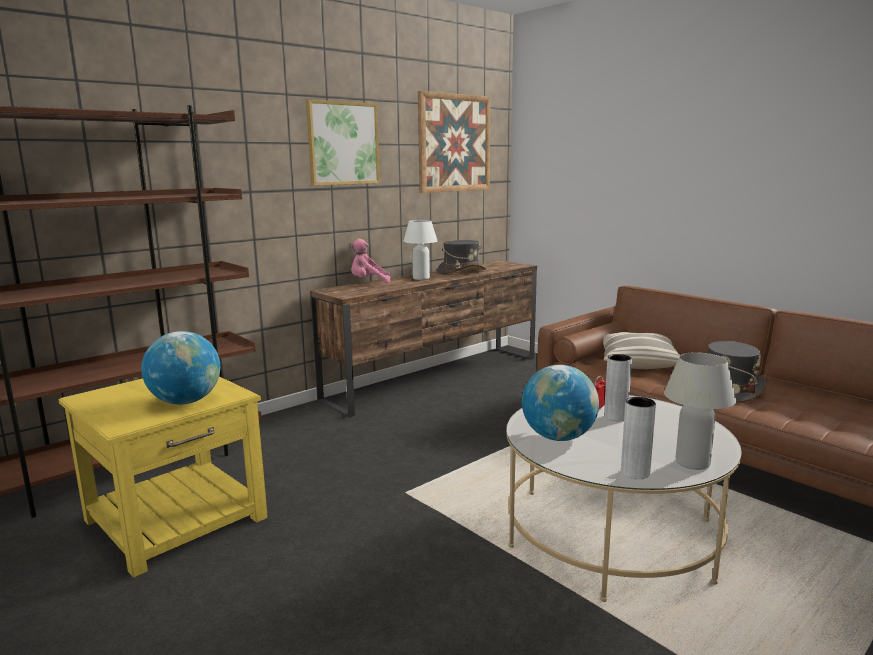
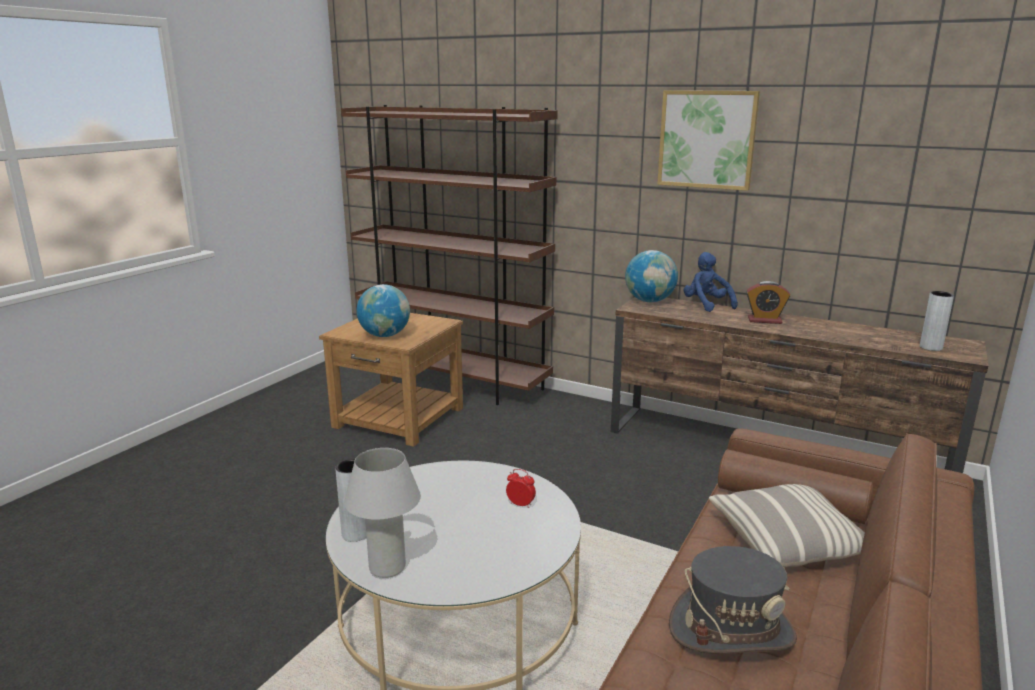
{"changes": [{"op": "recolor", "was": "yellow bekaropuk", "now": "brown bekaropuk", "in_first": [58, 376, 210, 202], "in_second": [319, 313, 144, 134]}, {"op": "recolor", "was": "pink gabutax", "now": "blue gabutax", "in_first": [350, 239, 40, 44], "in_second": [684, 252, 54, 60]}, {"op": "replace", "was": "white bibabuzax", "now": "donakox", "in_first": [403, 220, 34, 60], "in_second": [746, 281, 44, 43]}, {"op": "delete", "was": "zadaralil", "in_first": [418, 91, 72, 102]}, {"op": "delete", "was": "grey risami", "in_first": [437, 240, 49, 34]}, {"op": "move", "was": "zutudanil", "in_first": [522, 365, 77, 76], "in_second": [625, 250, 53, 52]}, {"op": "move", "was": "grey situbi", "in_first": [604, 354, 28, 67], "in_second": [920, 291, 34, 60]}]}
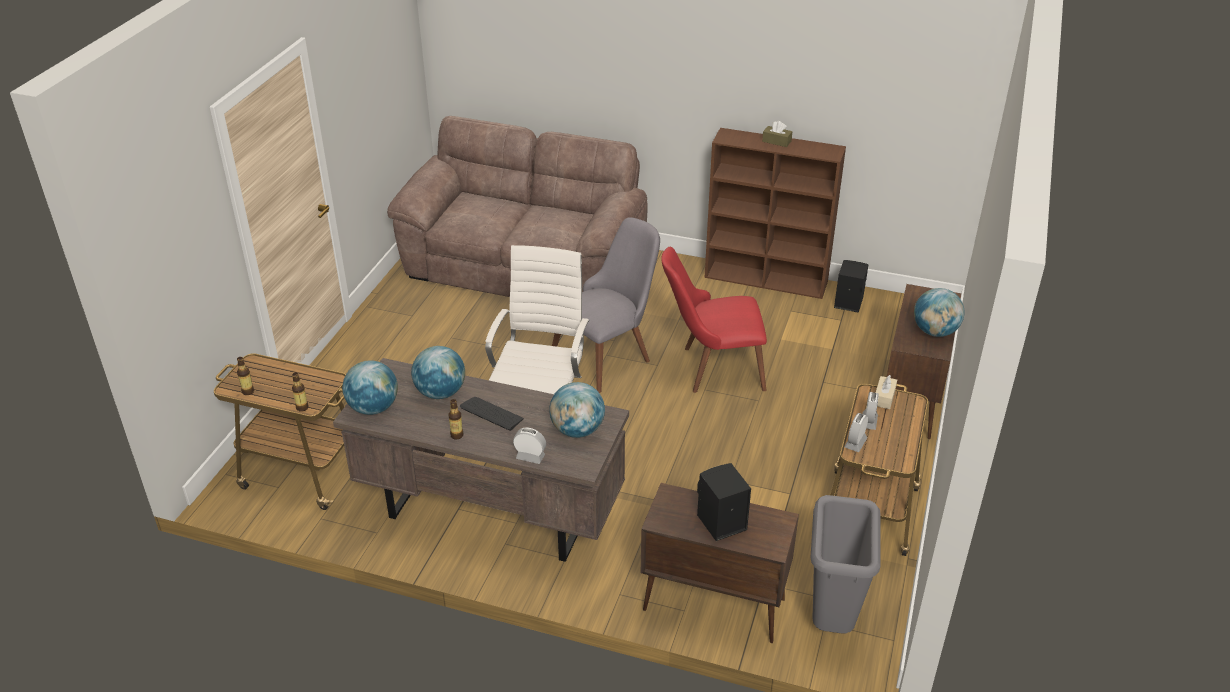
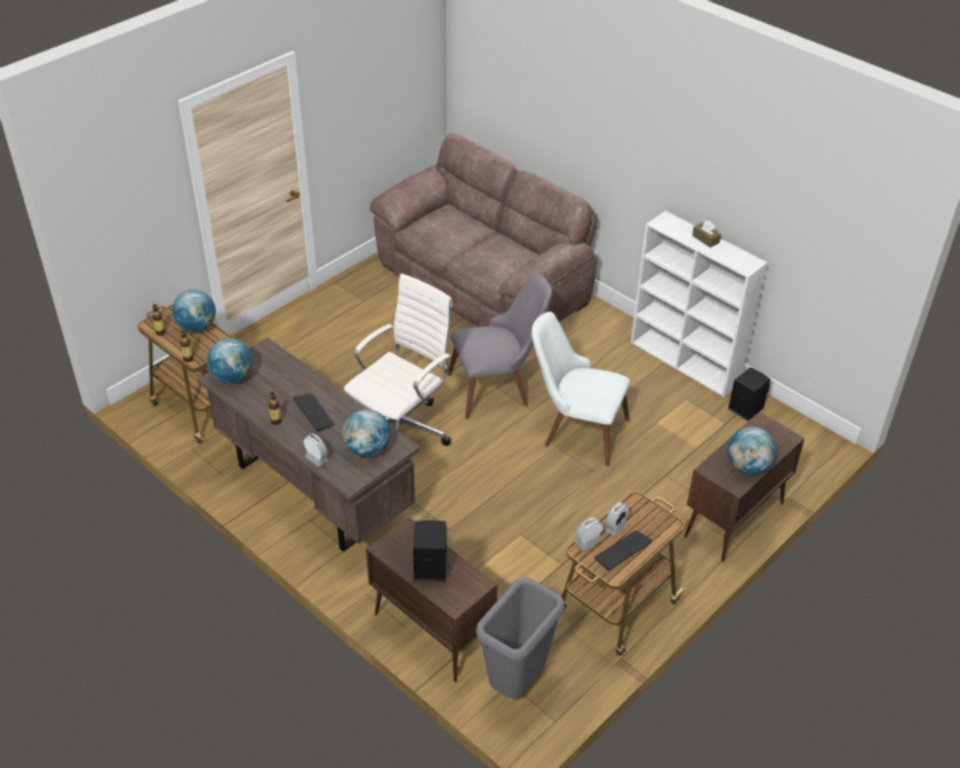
{"changes": [{"op": "move", "was": "zutudanil", "in_first": [411, 346, 54, 53], "in_second": [172, 289, 44, 43]}, {"op": "recolor", "was": "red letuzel", "now": "white letuzel", "in_first": [661, 247, 106, 146], "in_second": [532, 312, 98, 154]}, {"op": "recolor", "was": "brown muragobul", "now": "white muragobul", "in_first": [705, 128, 141, 171], "in_second": [631, 211, 137, 186]}, {"op": "delete", "was": "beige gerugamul", "in_first": [876, 375, 21, 34]}, {"op": "insert", "now": "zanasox", "in_second": [594, 531, 58, 39]}]}
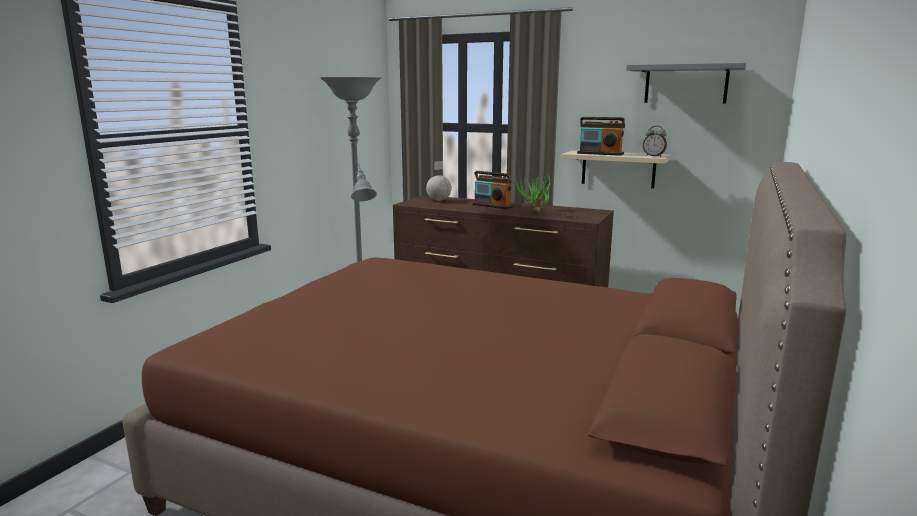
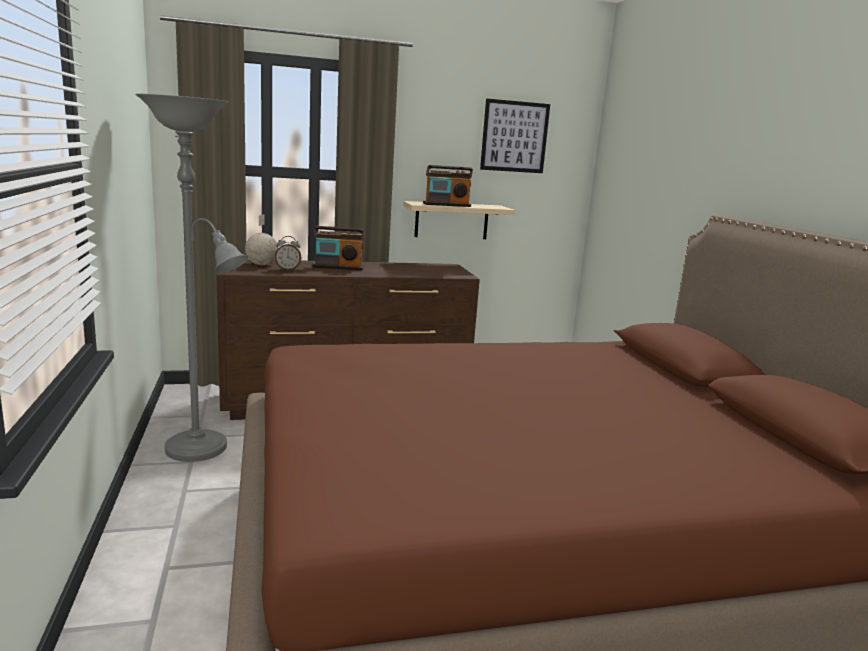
{"changes": [{"op": "delete", "was": "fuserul", "in_first": [515, 172, 37, 40]}, {"op": "replace", "was": "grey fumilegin", "now": "zadaralil", "in_first": [626, 63, 120, 40], "in_second": [480, 99, 70, 74]}, {"op": "move", "was": "donakox", "in_first": [643, 126, 24, 31], "in_second": [275, 236, 27, 34]}]}
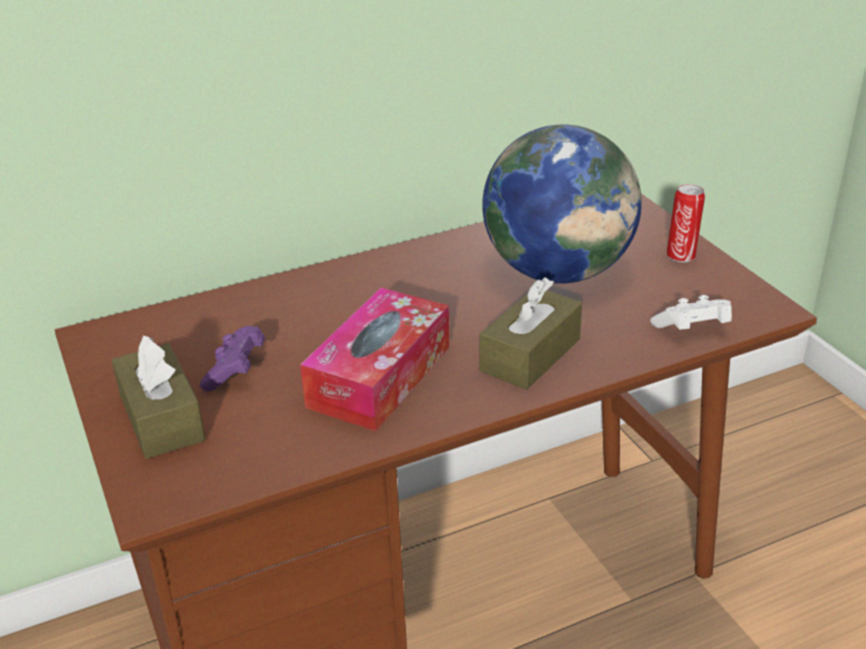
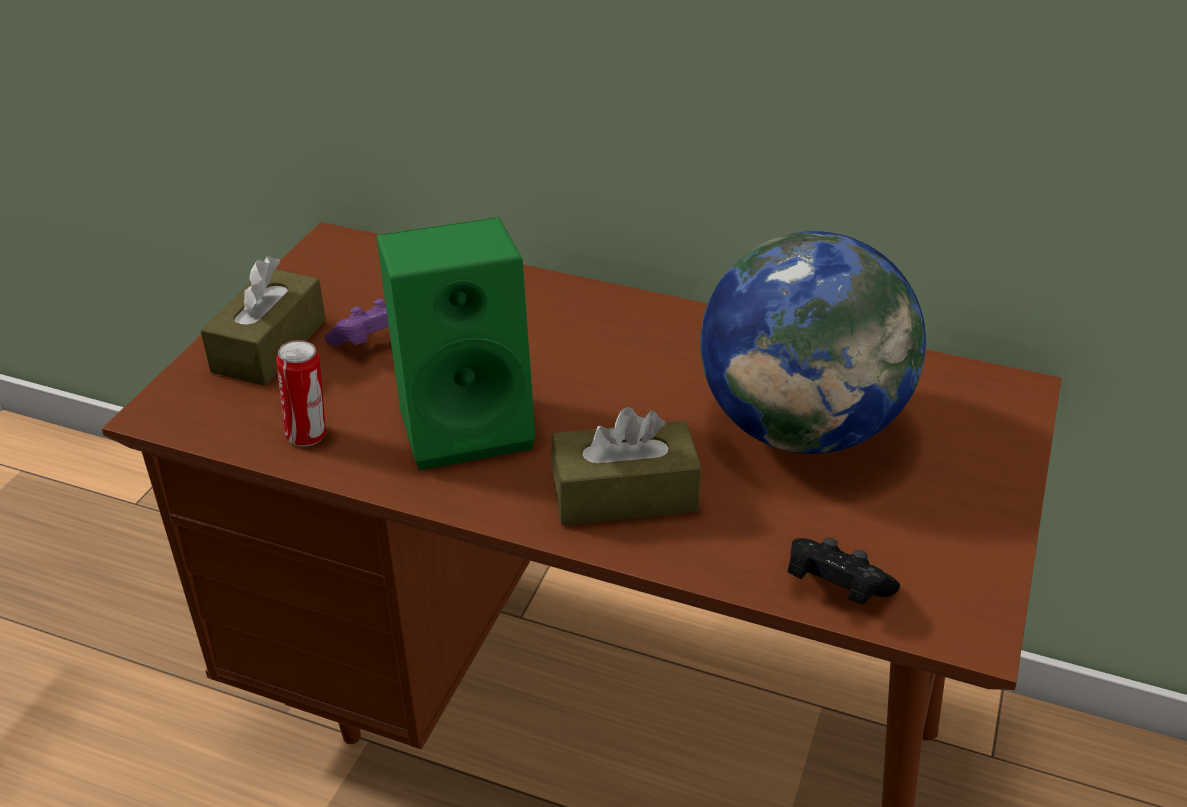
{"changes": [{"op": "replace", "was": "gerugamul", "now": "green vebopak", "in_first": [300, 288, 150, 143], "in_second": [376, 217, 159, 253]}, {"op": "recolor", "was": "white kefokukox", "now": "black kefokukox", "in_first": [651, 295, 81, 35], "in_second": [787, 538, 113, 67]}, {"op": "move", "was": "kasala", "in_first": [667, 184, 38, 78], "in_second": [276, 340, 50, 106]}]}
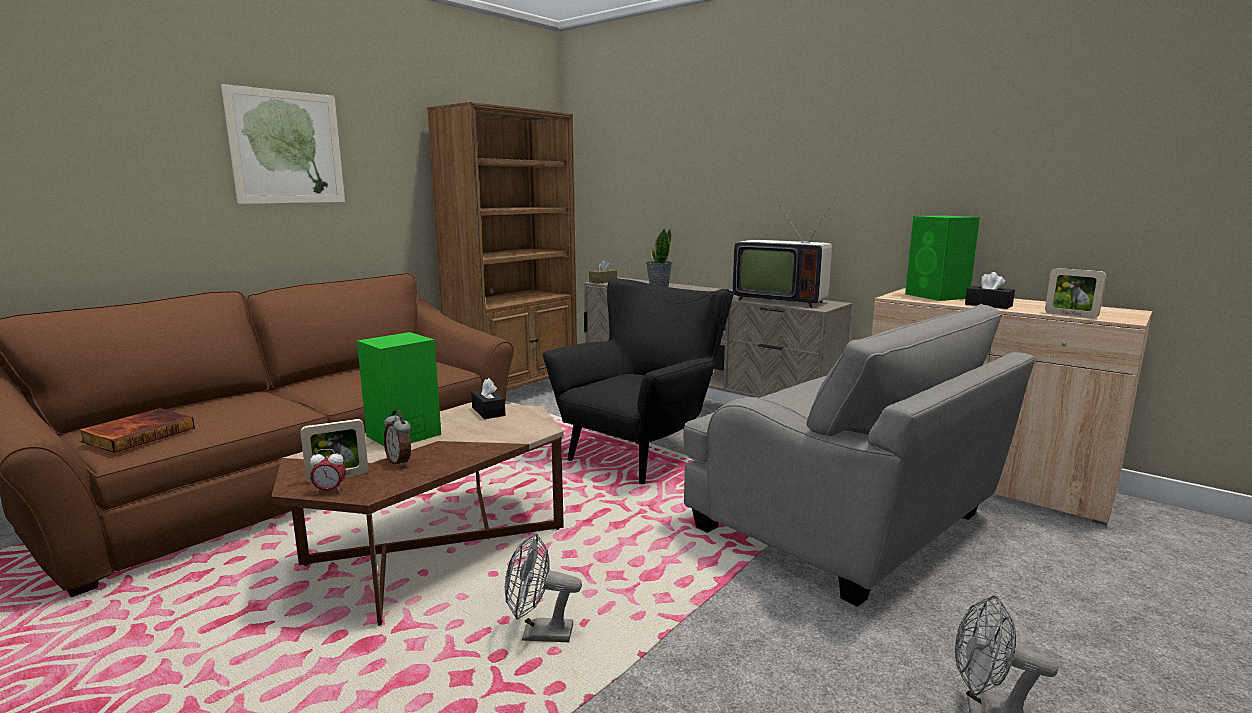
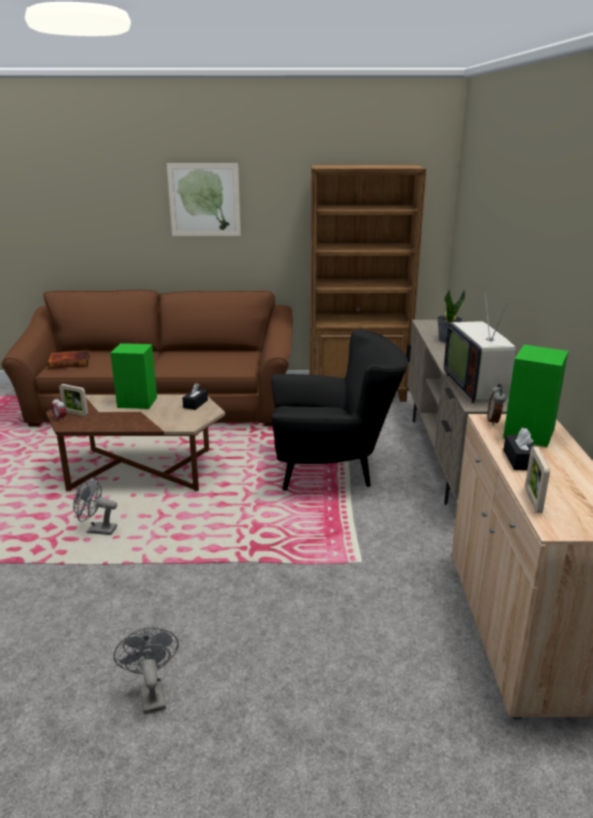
{"changes": [{"op": "move", "was": "donakox", "in_first": [384, 410, 27, 57], "in_second": [488, 384, 18, 41]}, {"op": "rotate", "was": "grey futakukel", "in_first": [505, 533, 77, 109], "in_second": [73, 477, 44, 58], "clockwise": -45}, {"op": "delete", "was": "brown gerugamul", "in_first": [589, 260, 28, 24]}, {"op": "delete", "was": "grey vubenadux", "in_first": [684, 304, 351, 303]}]}
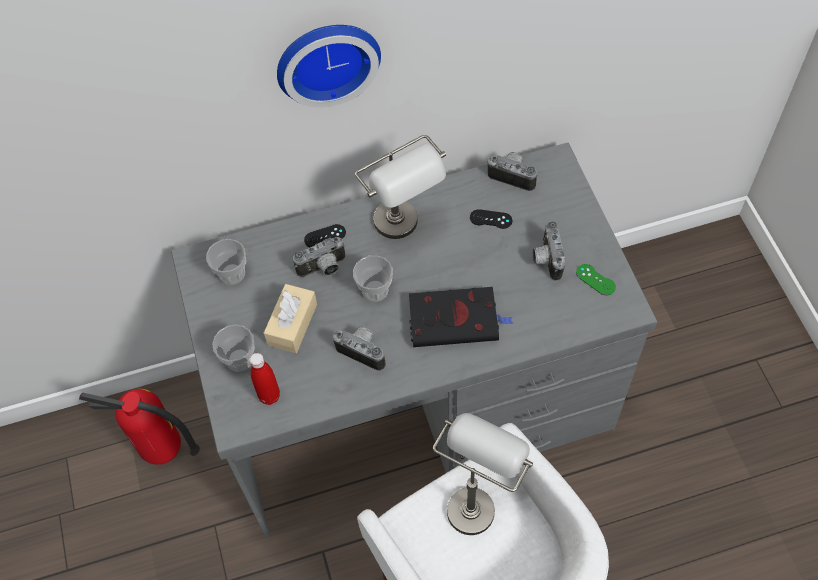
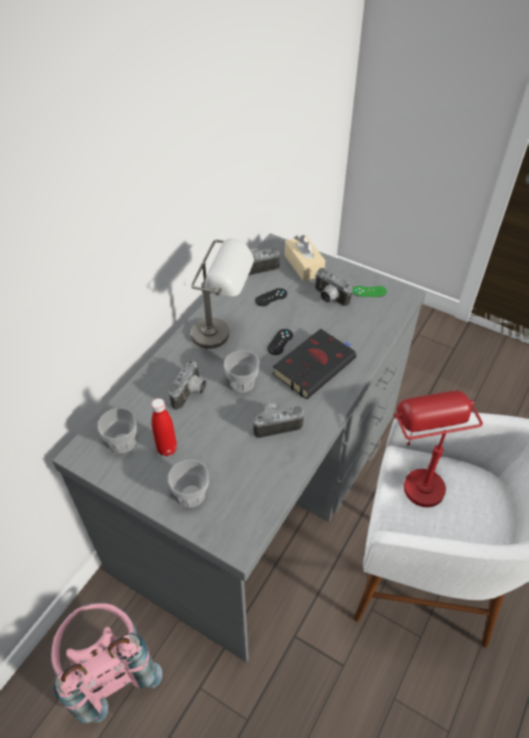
{"changes": [{"op": "replace", "was": "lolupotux", "now": "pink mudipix", "in_first": [79, 389, 121, 76], "in_second": [51, 603, 111, 120]}, {"op": "move", "was": "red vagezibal", "in_first": [249, 353, 31, 52], "in_second": [151, 398, 26, 58]}, {"op": "move", "was": "beige gerugamul", "in_first": [264, 284, 53, 69], "in_second": [285, 235, 40, 46]}, {"op": "delete", "was": "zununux", "in_first": [277, 25, 104, 83]}, {"op": "move", "was": "black kefokukox", "in_first": [304, 224, 42, 23], "in_second": [267, 329, 26, 26]}, {"op": "recolor", "was": "grey bibabuzax", "now": "red bibabuzax", "in_first": [433, 413, 100, 122], "in_second": [394, 391, 89, 116]}]}
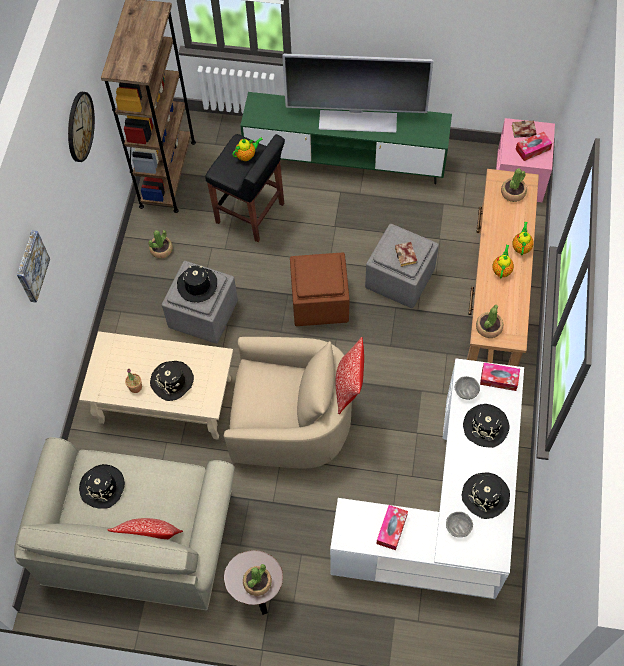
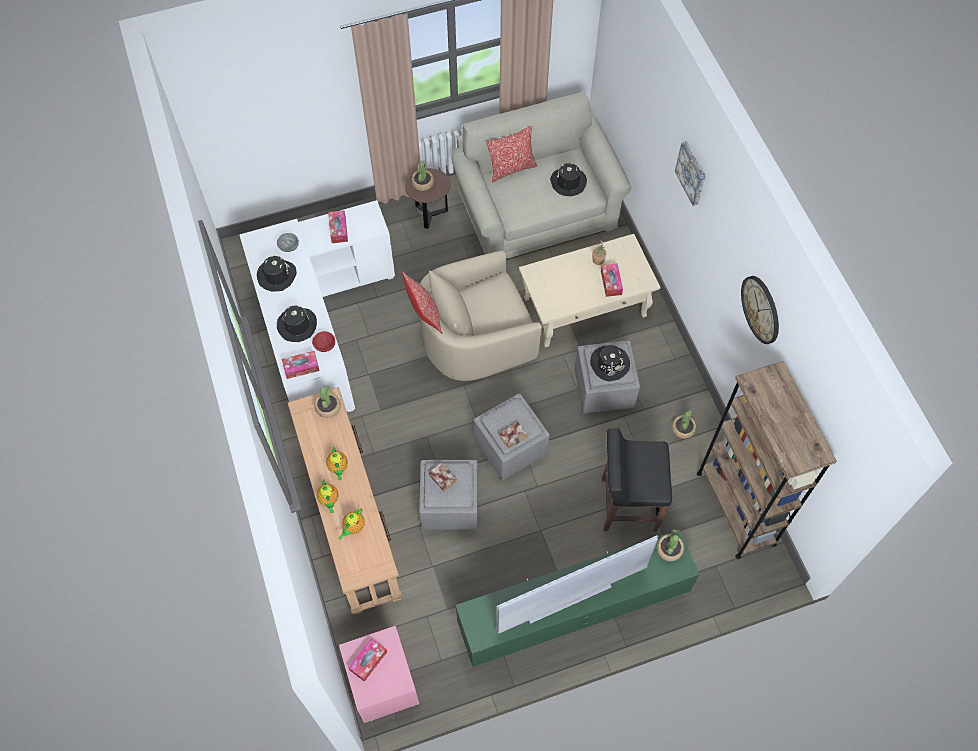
{"changes": [{"op": "delete", "was": "black risami", "in_first": [150, 361, 44, 40]}, {"op": "move", "was": "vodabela", "in_first": [232, 137, 31, 24], "in_second": [338, 508, 27, 32]}, {"op": "recolor", "was": "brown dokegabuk", "now": "grey dokegabuk", "in_first": [290, 253, 59, 73], "in_second": [474, 394, 76, 86]}, {"op": "recolor", "was": "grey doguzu", "now": "red doguzu", "in_first": [455, 376, 25, 24], "in_second": [312, 331, 23, 21]}, {"op": "move", "was": "fuserul", "in_first": [501, 168, 26, 34], "in_second": [657, 529, 27, 32]}, {"op": "move", "was": "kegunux", "in_first": [512, 121, 25, 17], "in_second": [498, 422, 29, 26]}, {"op": "insert", "now": "gerugamul", "in_second": [601, 263, 22, 34]}]}
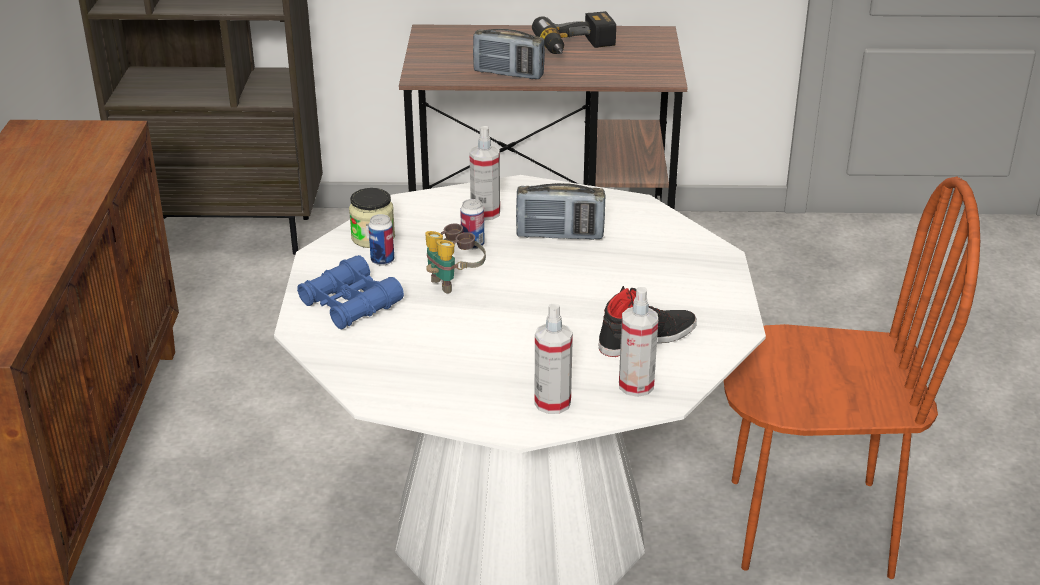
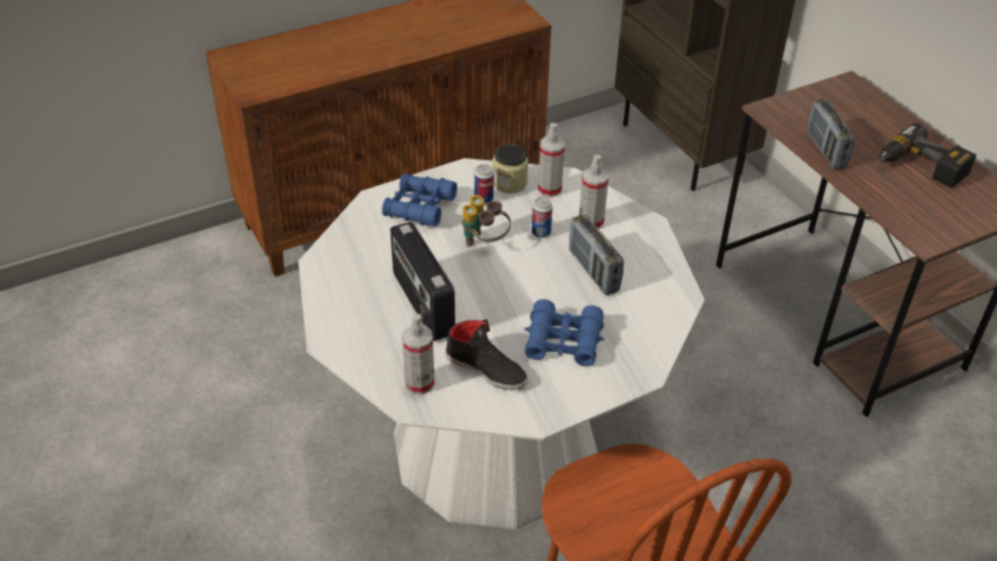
{"changes": [{"op": "move", "was": "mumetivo", "in_first": [534, 304, 39, 110], "in_second": [538, 123, 27, 74]}, {"op": "insert", "now": "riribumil", "in_second": [390, 222, 65, 119]}, {"op": "insert", "now": "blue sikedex", "in_second": [524, 299, 80, 67]}]}
